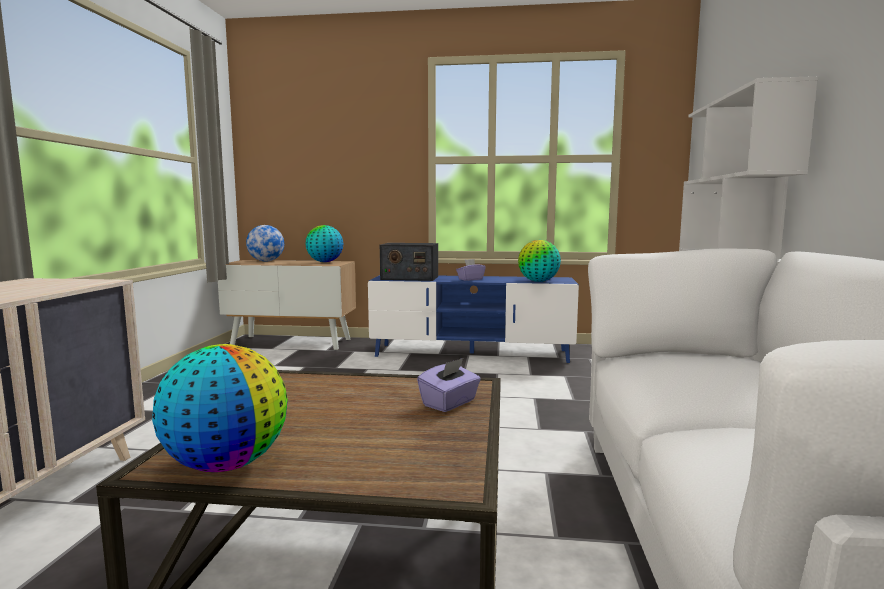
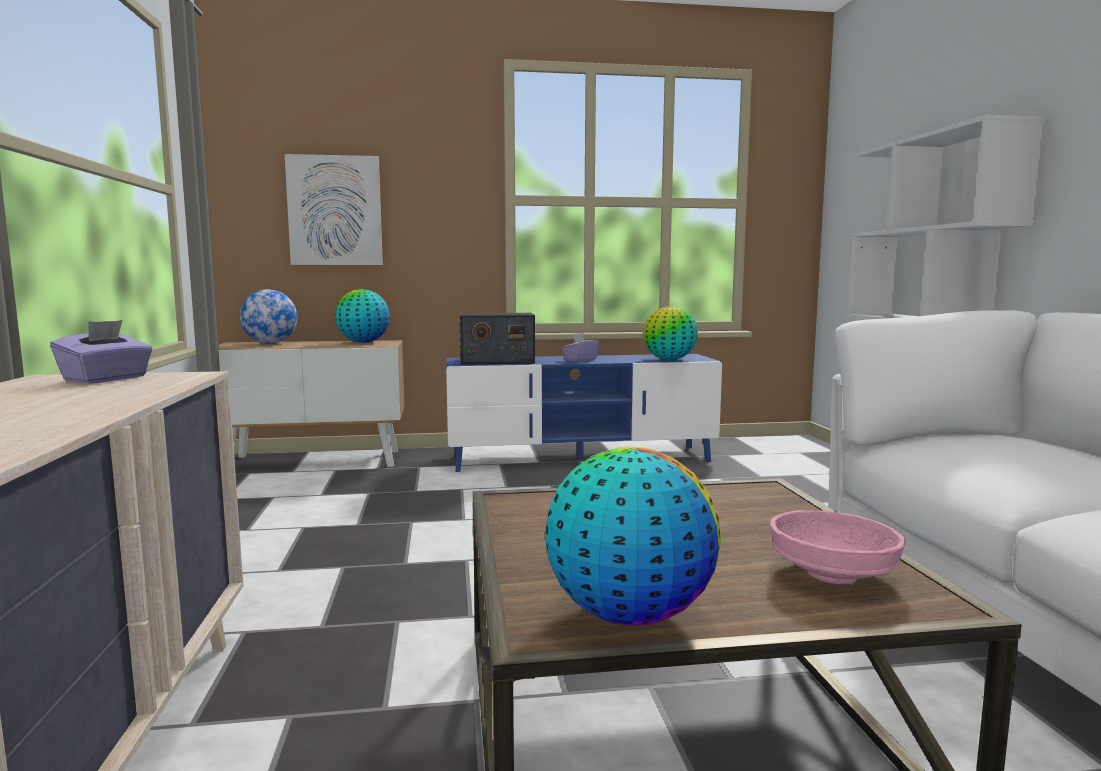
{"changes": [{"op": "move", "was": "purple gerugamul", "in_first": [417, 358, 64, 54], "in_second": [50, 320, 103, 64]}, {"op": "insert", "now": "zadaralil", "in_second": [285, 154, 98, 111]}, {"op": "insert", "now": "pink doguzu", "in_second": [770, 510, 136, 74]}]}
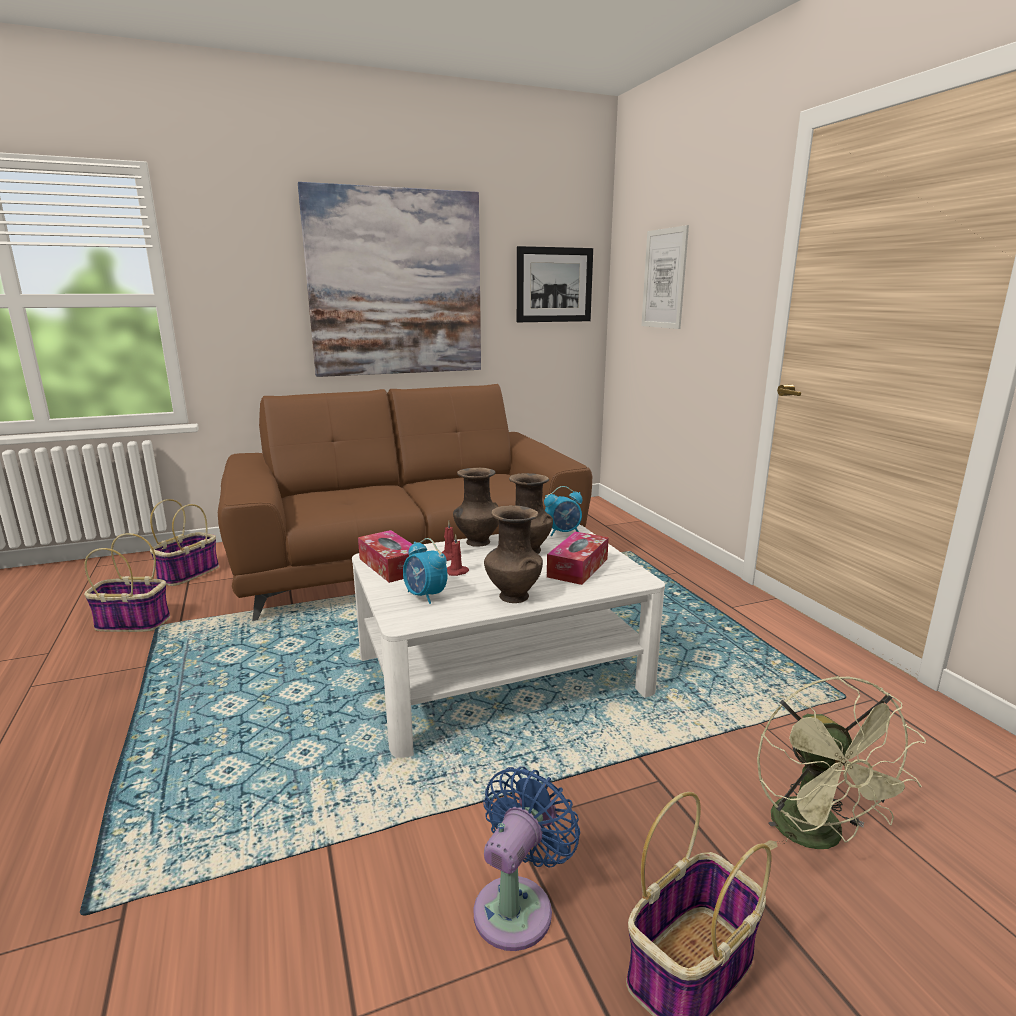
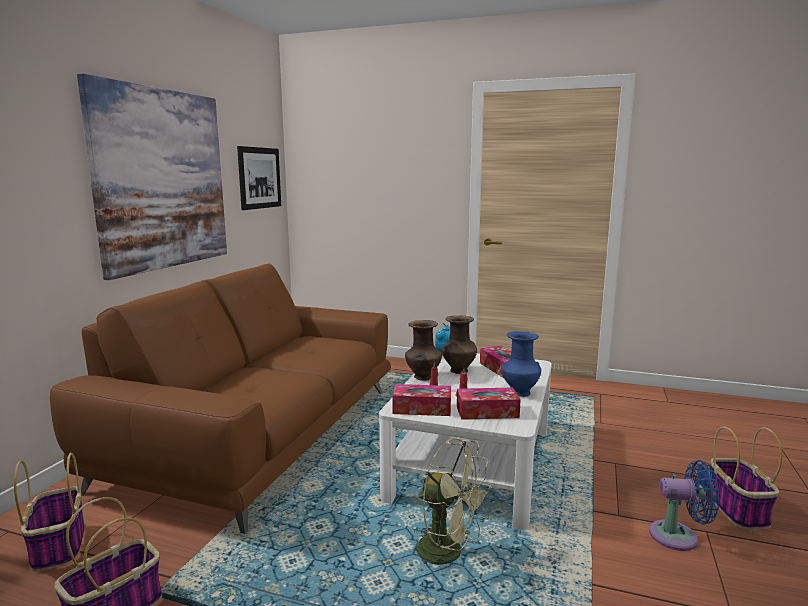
{"changes": [{"op": "replace", "was": "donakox", "now": "gerugamul", "in_first": [403, 538, 45, 66], "in_second": [457, 388, 64, 32]}, {"op": "rotate", "was": "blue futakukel", "in_first": [474, 767, 106, 184], "in_second": [649, 460, 71, 91], "clockwise": 120}, {"op": "recolor", "was": "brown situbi", "now": "blue situbi", "in_first": [484, 505, 59, 98], "in_second": [501, 331, 40, 66]}, {"op": "delete", "was": "zadaralil", "in_first": [641, 225, 48, 104]}, {"op": "move", "was": "green futakukel", "in_first": [757, 676, 169, 174], "in_second": [416, 438, 77, 128]}]}
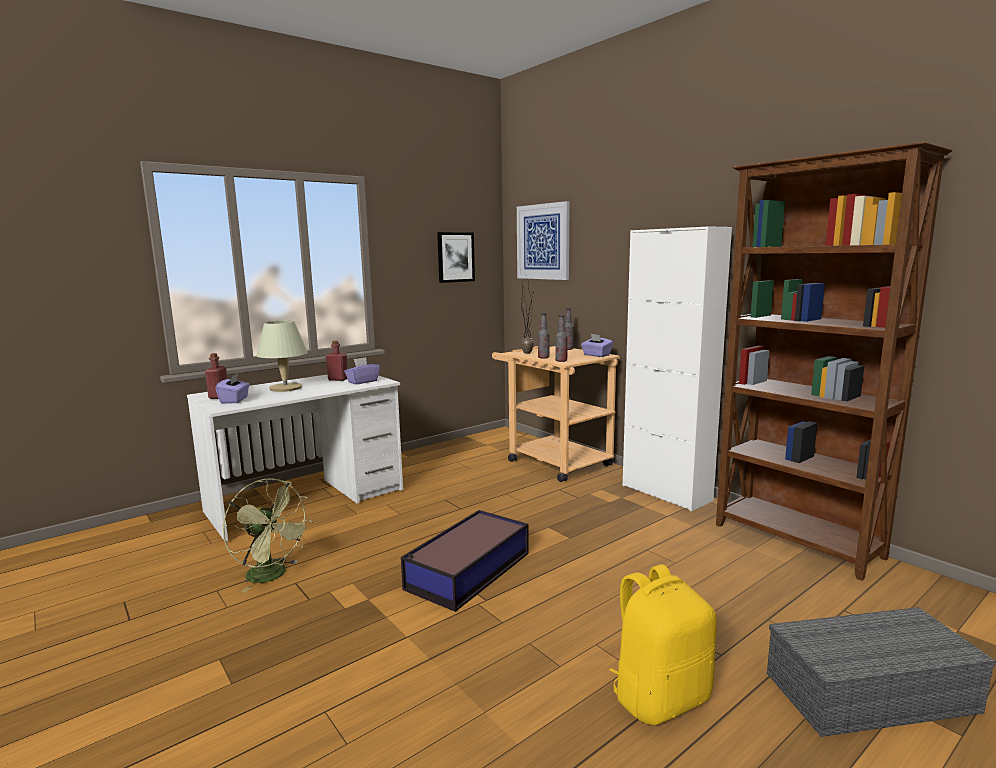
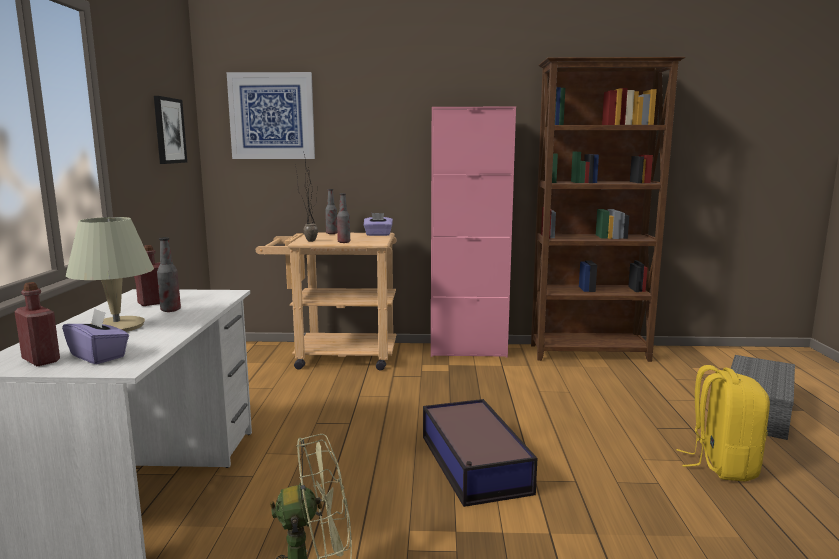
{"changes": [{"op": "delete", "was": "purple gerugamul", "in_first": [344, 357, 36, 27]}, {"op": "move", "was": "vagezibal", "in_first": [555, 315, 12, 47], "in_second": [157, 237, 24, 75]}, {"op": "recolor", "was": "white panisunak", "now": "pink panisunak", "in_first": [623, 226, 109, 285], "in_second": [431, 106, 85, 252]}]}
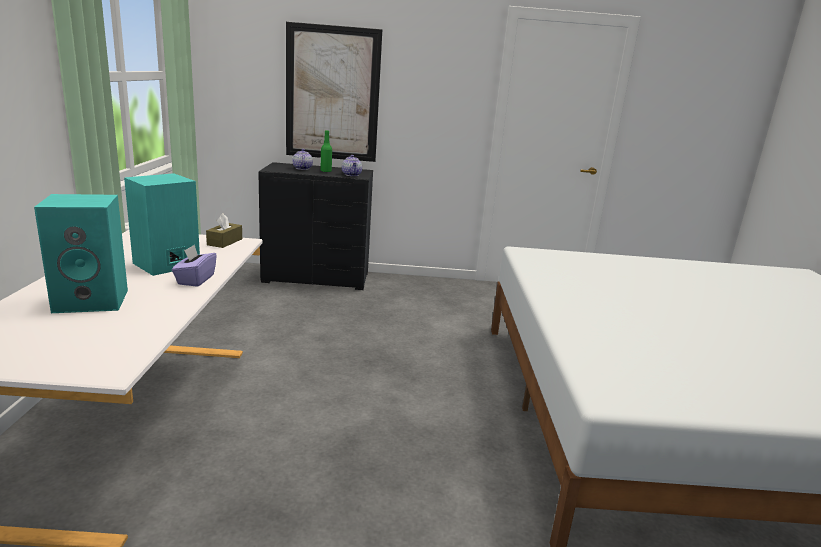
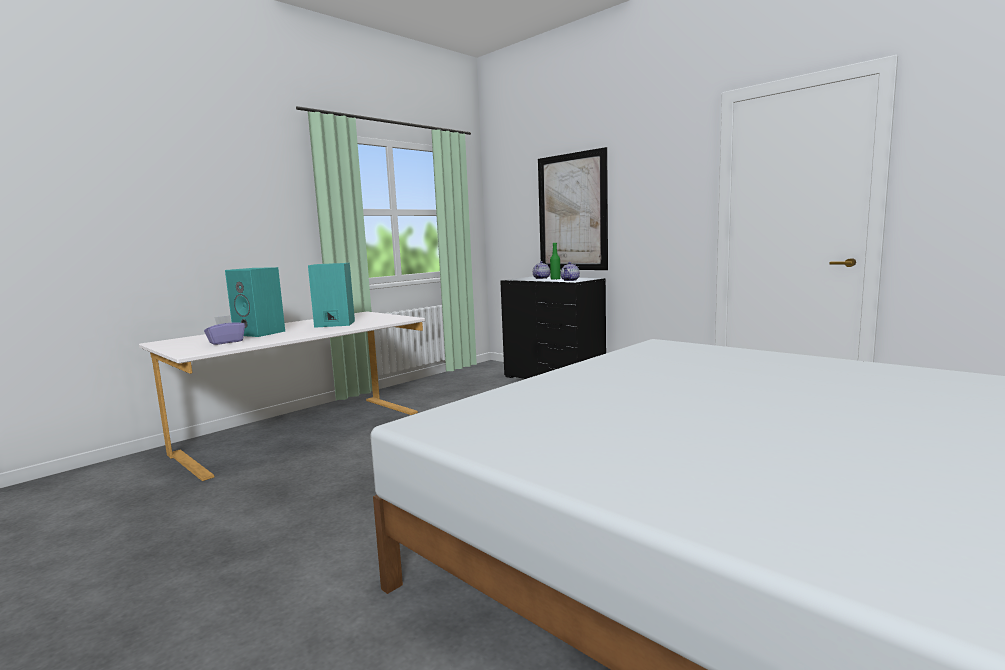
{"changes": [{"op": "move", "was": "purple gerugamul", "in_first": [172, 245, 45, 42], "in_second": [204, 315, 41, 30]}, {"op": "delete", "was": "brown gerugamul", "in_first": [206, 213, 36, 35]}]}
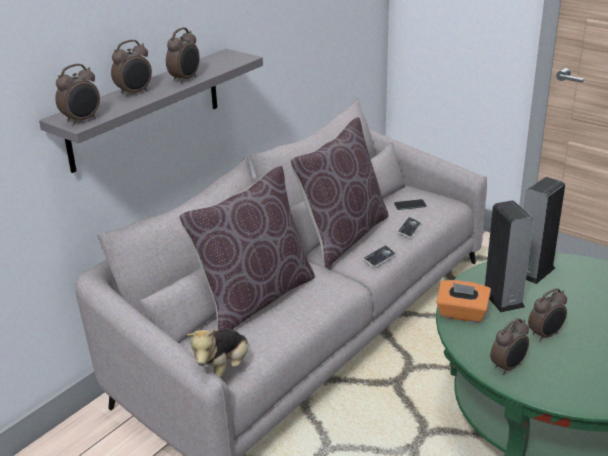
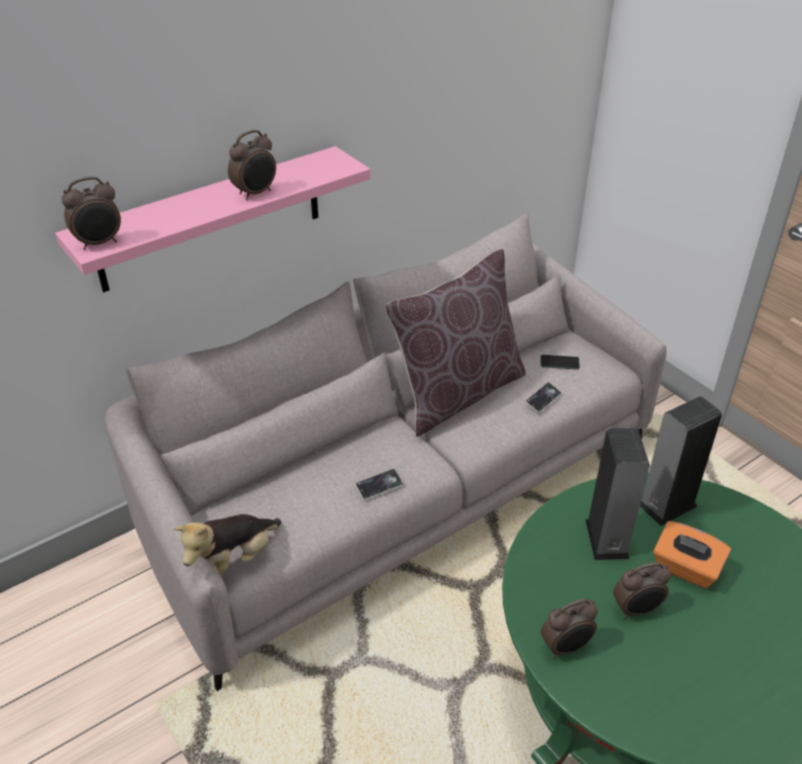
{"changes": [{"op": "recolor", "was": "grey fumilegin", "now": "pink fumilegin", "in_first": [39, 49, 224, 124], "in_second": [55, 146, 315, 146]}, {"op": "delete", "was": "donakox", "in_first": [111, 40, 41, 57]}, {"op": "delete", "was": "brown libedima", "in_first": [179, 166, 136, 164]}, {"op": "move", "was": "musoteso", "in_first": [363, 245, 33, 22], "in_second": [355, 469, 48, 31]}, {"op": "move", "was": "orange gerugamul", "in_first": [436, 280, 55, 43], "in_second": [653, 521, 78, 68]}]}
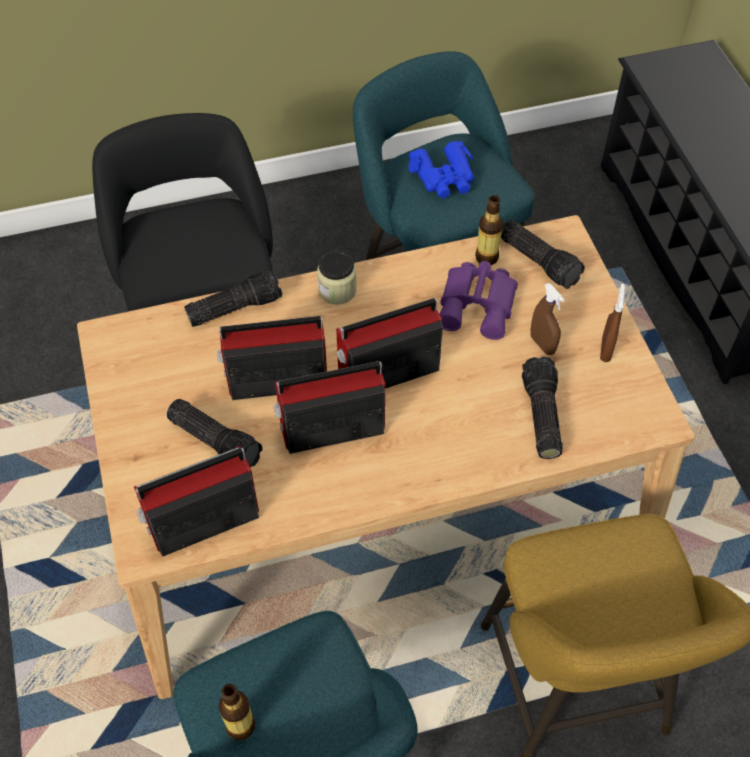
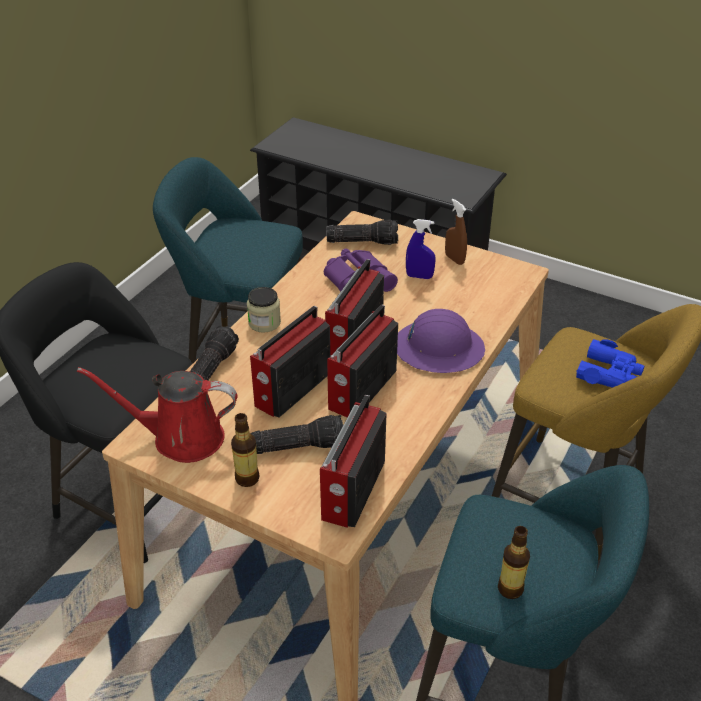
{"changes": [{"op": "move", "was": "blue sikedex", "in_first": [408, 141, 66, 57], "in_second": [576, 339, 68, 49]}, {"op": "move", "was": "vagezibal", "in_first": [475, 195, 28, 70], "in_second": [231, 413, 29, 74]}, {"op": "delete", "was": "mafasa", "in_first": [522, 356, 41, 103]}, {"op": "recolor", "was": "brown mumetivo", "now": "blue mumetivo", "in_first": [530, 283, 35, 72], "in_second": [406, 219, 30, 60]}, {"op": "insert", "now": "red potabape", "in_second": [77, 367, 161, 96]}, {"op": "insert", "now": "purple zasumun", "in_second": [397, 309, 88, 64]}]}
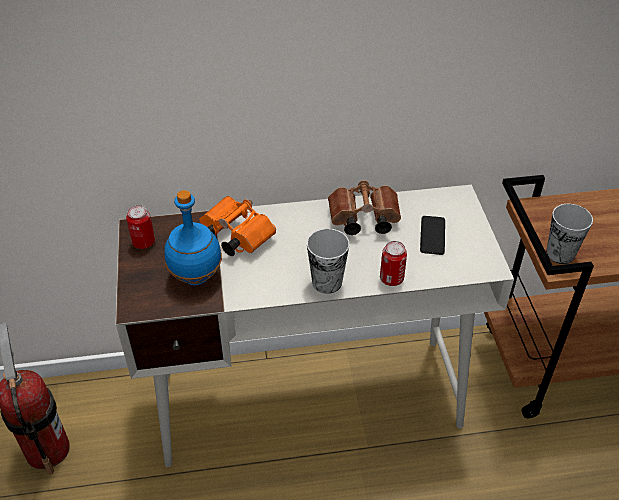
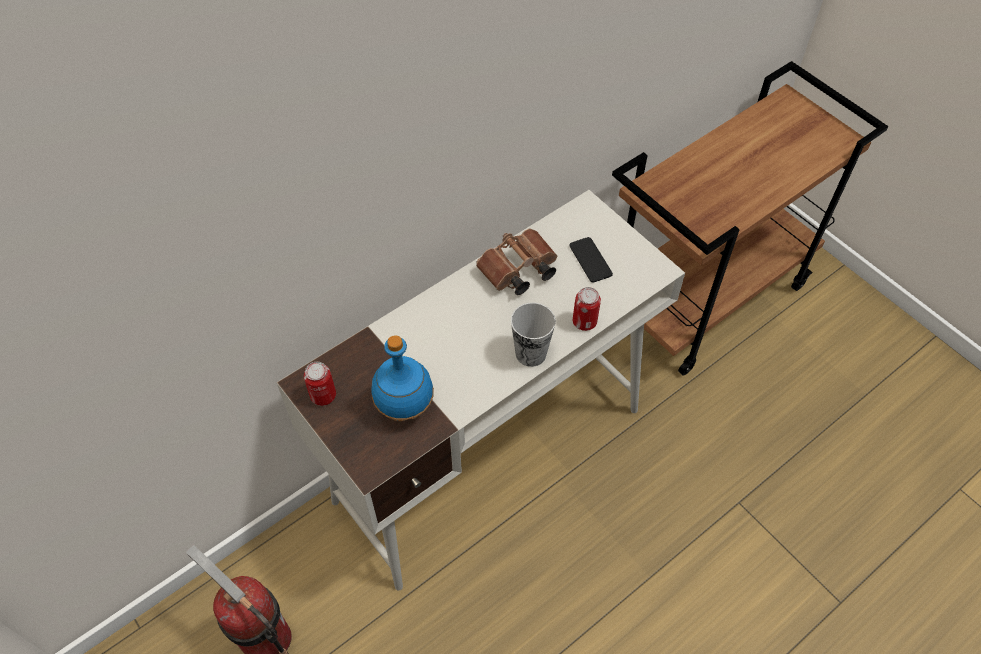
{"changes": [{"op": "delete", "was": "orange sikedex", "in_first": [199, 196, 77, 60]}, {"op": "delete", "was": "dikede", "in_first": [546, 204, 47, 60]}]}
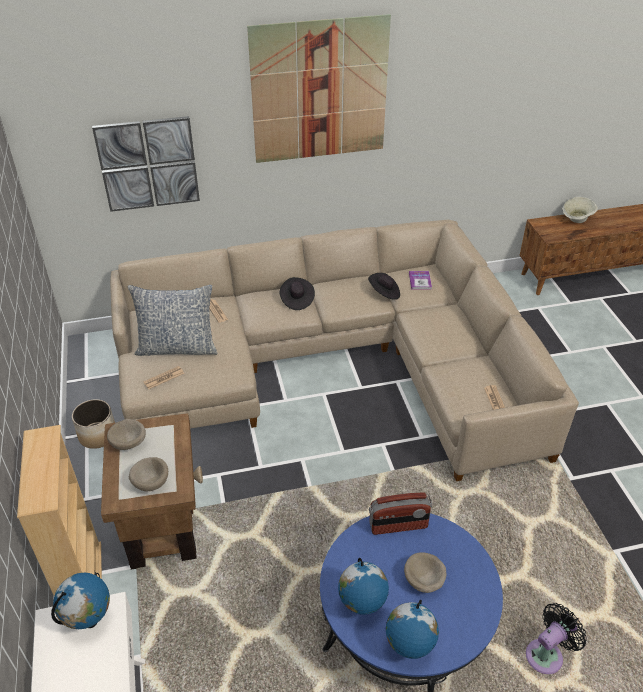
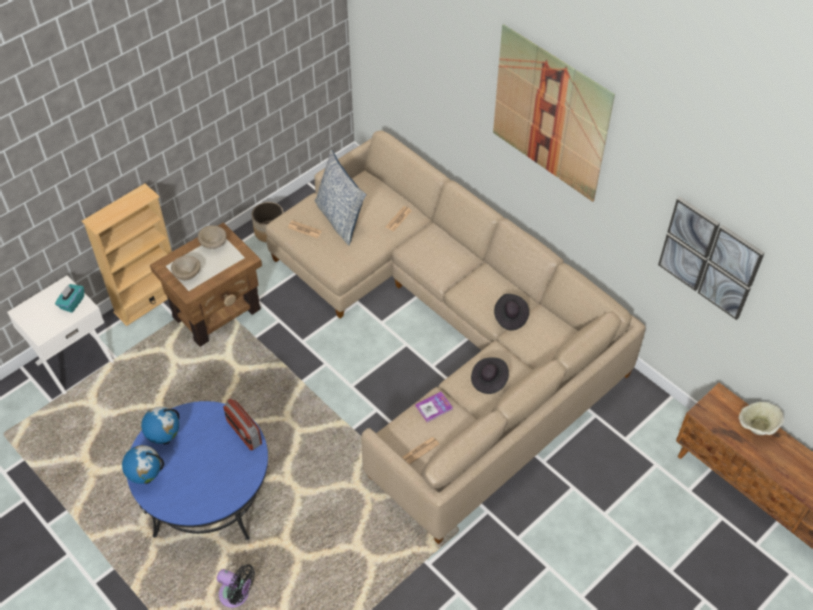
{"changes": [{"op": "replace", "was": "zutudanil", "now": "turquoise gerugamul", "in_first": [51, 573, 59, 56], "in_second": [55, 284, 29, 29]}, {"op": "move", "was": "zadaralil", "in_first": [92, 116, 108, 96], "in_second": [658, 197, 107, 123]}, {"op": "move", "was": "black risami", "in_first": [280, 277, 35, 33], "in_second": [471, 357, 38, 37]}, {"op": "delete", "was": "beige doguzu", "in_first": [404, 552, 42, 41]}, {"op": "move", "was": "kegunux", "in_first": [409, 271, 23, 19], "in_second": [415, 392, 38, 30]}]}
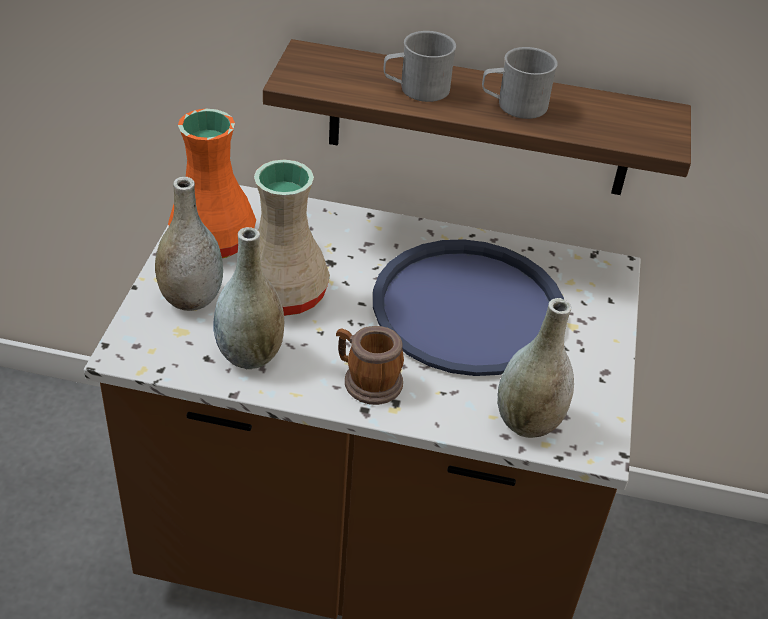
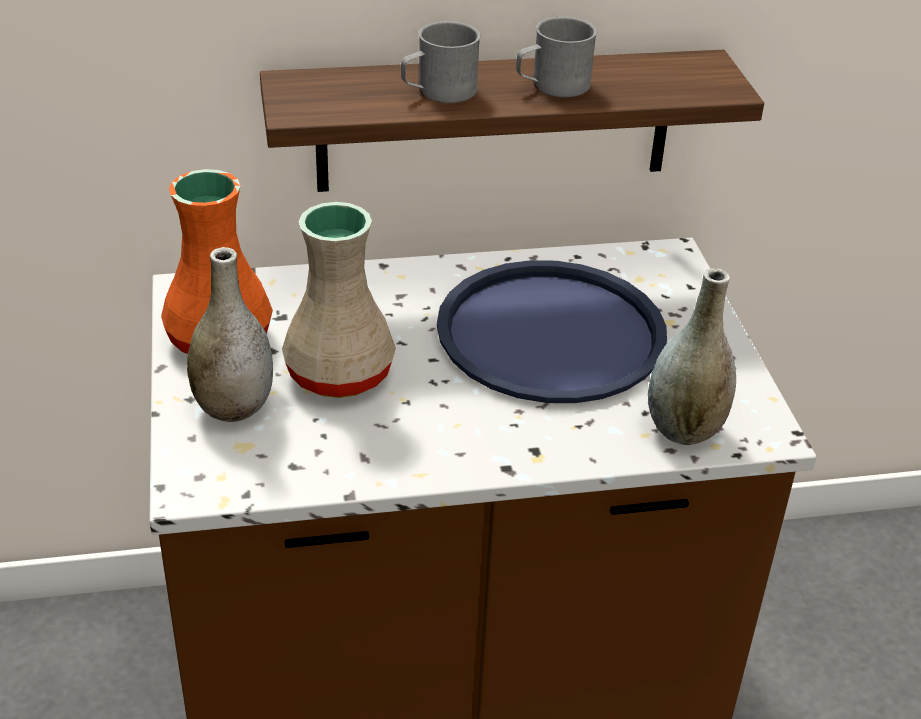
{"changes": [{"op": "delete", "was": "grey situbi", "in_first": [213, 227, 71, 142]}, {"op": "delete", "was": "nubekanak", "in_first": [336, 326, 68, 79]}]}
